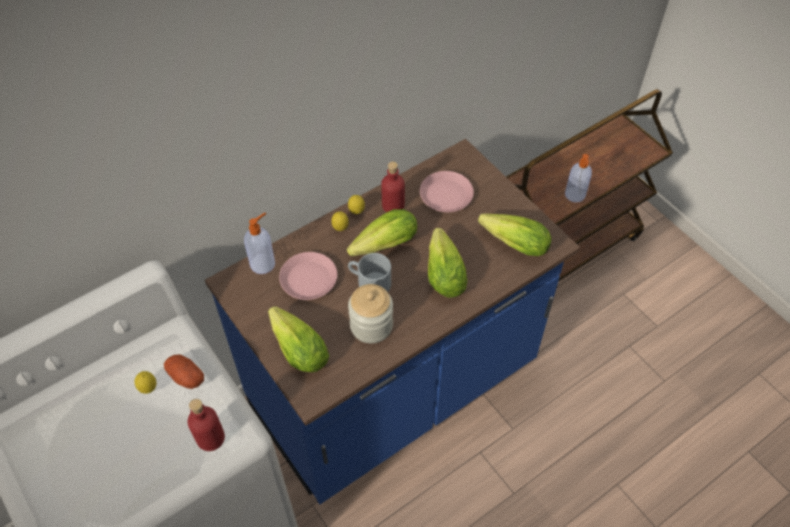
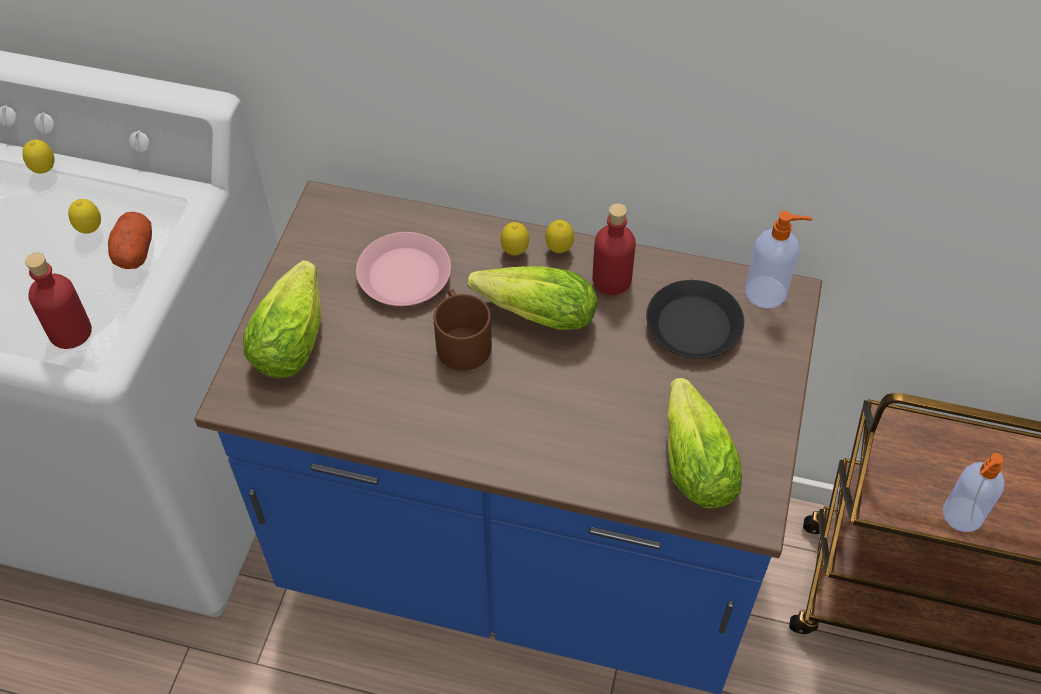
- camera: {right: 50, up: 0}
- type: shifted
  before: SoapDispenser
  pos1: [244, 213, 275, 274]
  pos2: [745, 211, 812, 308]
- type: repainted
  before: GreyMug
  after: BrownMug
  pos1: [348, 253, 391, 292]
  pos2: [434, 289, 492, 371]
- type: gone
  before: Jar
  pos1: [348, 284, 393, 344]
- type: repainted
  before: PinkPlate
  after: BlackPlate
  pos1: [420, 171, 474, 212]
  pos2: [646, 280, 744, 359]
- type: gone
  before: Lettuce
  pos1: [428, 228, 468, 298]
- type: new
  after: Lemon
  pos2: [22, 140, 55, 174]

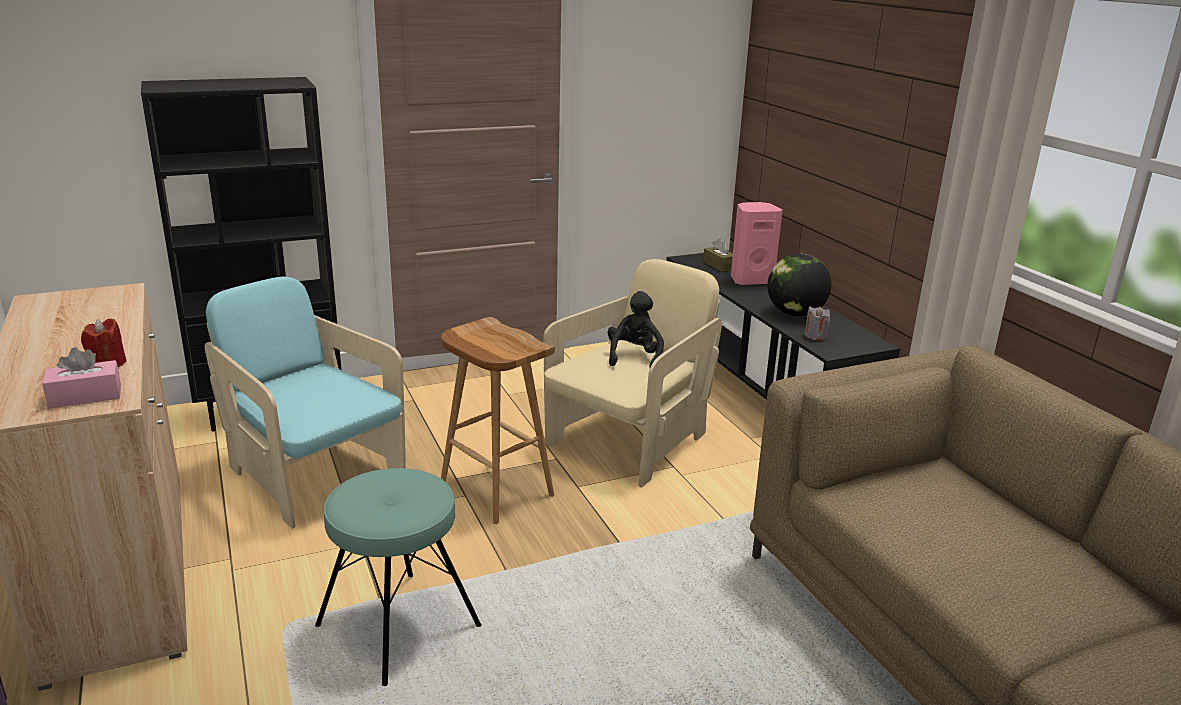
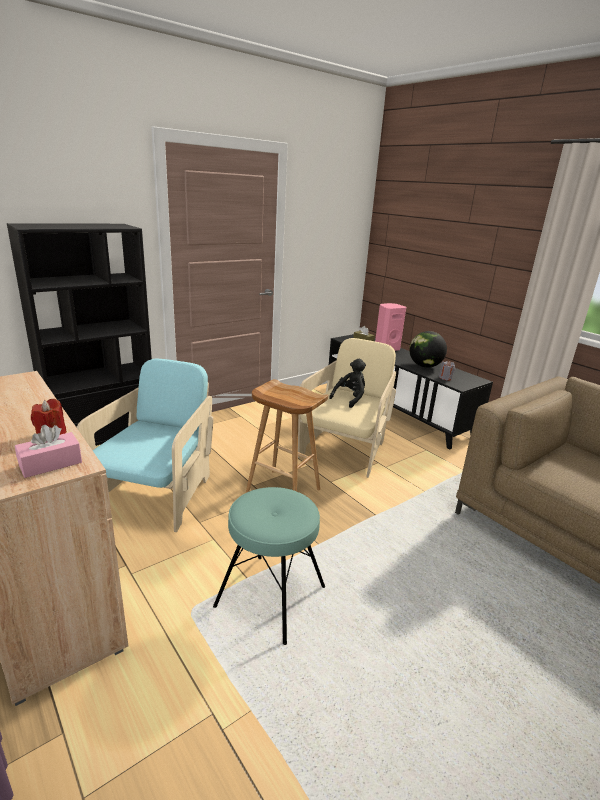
- camera: {right: -15, up: 0}
- type: rotated
  before: TurquoiseArmchair
  pos1: [205, 277, 406, 529]
  pos2: [76, 359, 213, 532]
  turn: 75
- type: rotated
  before: BlackPlushToy
  pos1: [608, 291, 664, 367]
  pos2: [329, 359, 366, 408]
  turn: 45

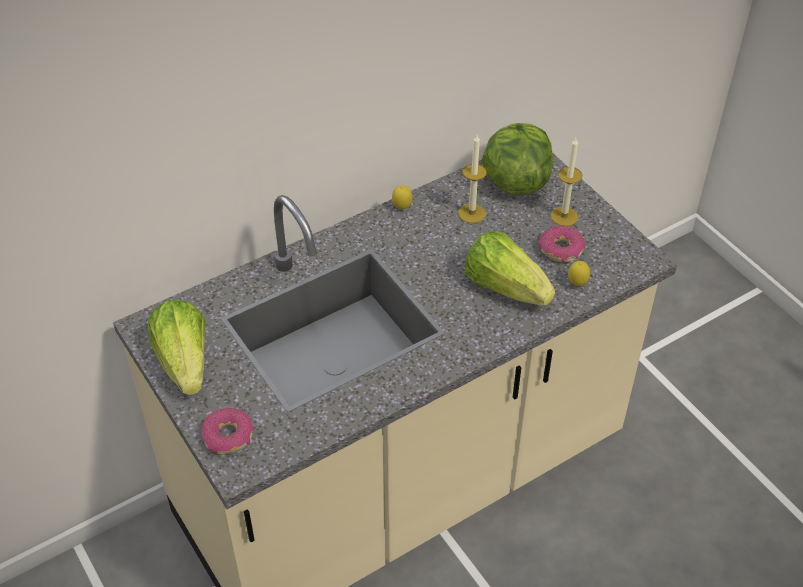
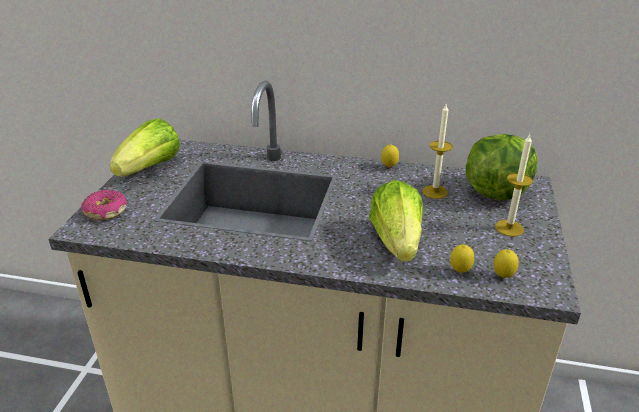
- camera: {right: 45, up: -15}
- type: gone
  before: Donut
  pos1: [539, 225, 586, 262]
- type: new
  after: Lemon
  pos2: [494, 249, 519, 278]

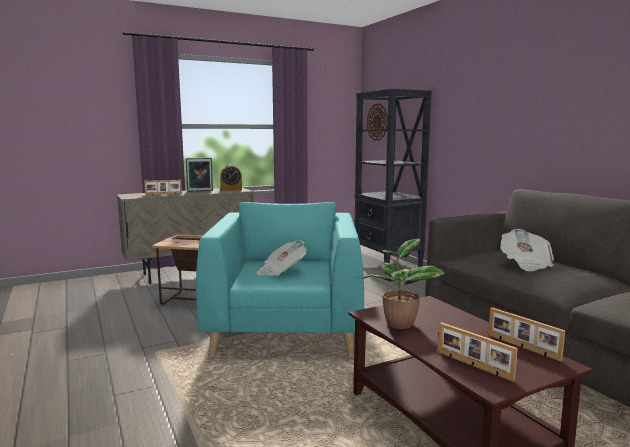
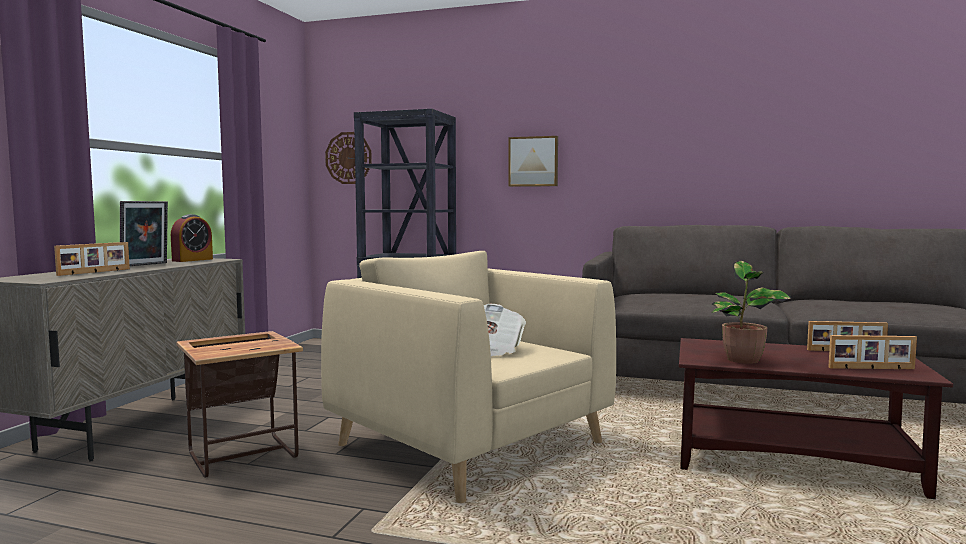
- camera: {right: -45, up: -5}
- type: repainted
  before: TurquoiseArmchair
  after: BeigeArmchair
  pos1: [196, 202, 364, 357]
  pos2: [321, 251, 616, 503]
- type: gone
  before: Newspaper
  pos1: [500, 229, 554, 271]
- type: new
  after: Picture
  pos2: [508, 136, 558, 187]

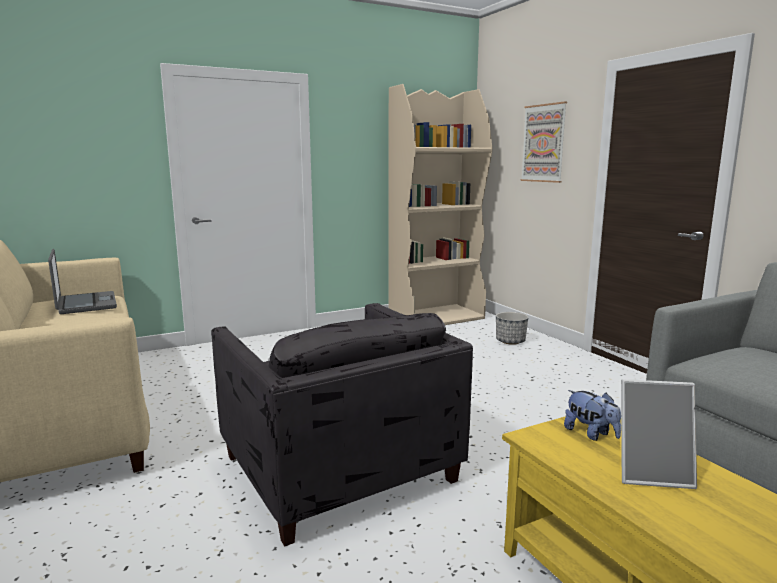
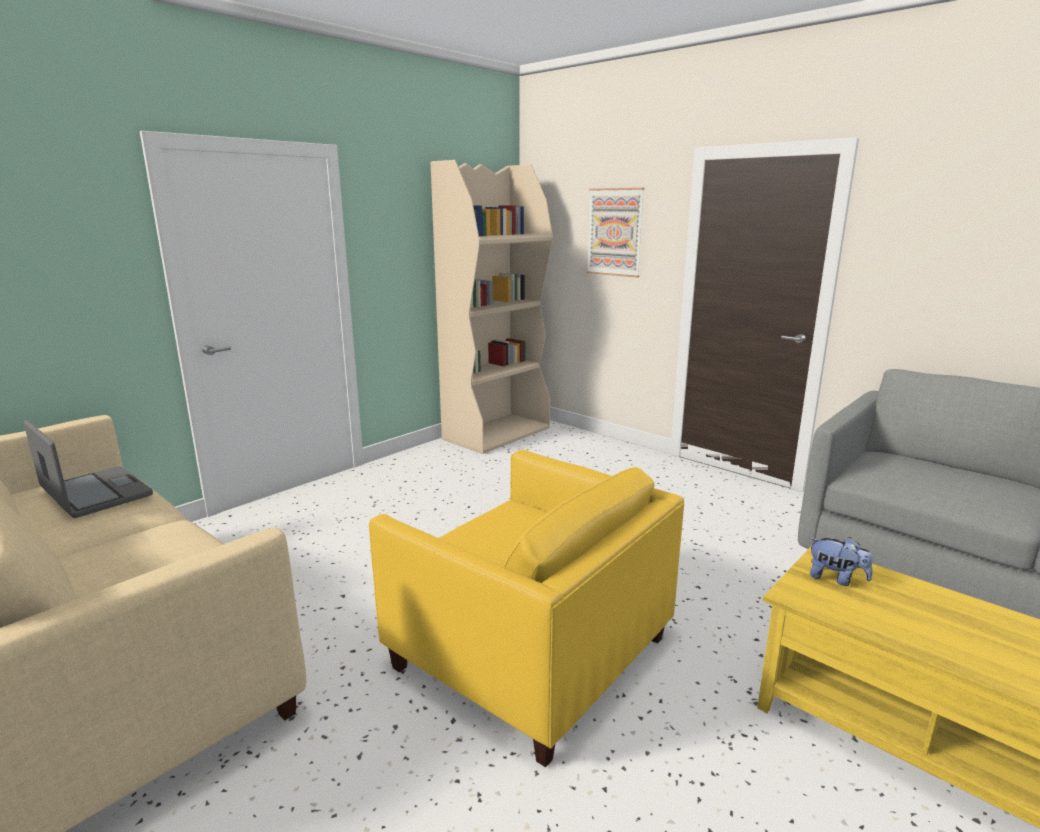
- camera: {right: -20, up: 5}
- type: repainted
  before: GreyArmchair
  after: YellowArmchair
  pos1: [211, 303, 473, 546]
  pos2: [369, 450, 684, 767]
- type: gone
  before: Planter
  pos1: [496, 312, 528, 345]
- type: gone
  before: PictureFrame
  pos1: [621, 379, 697, 489]

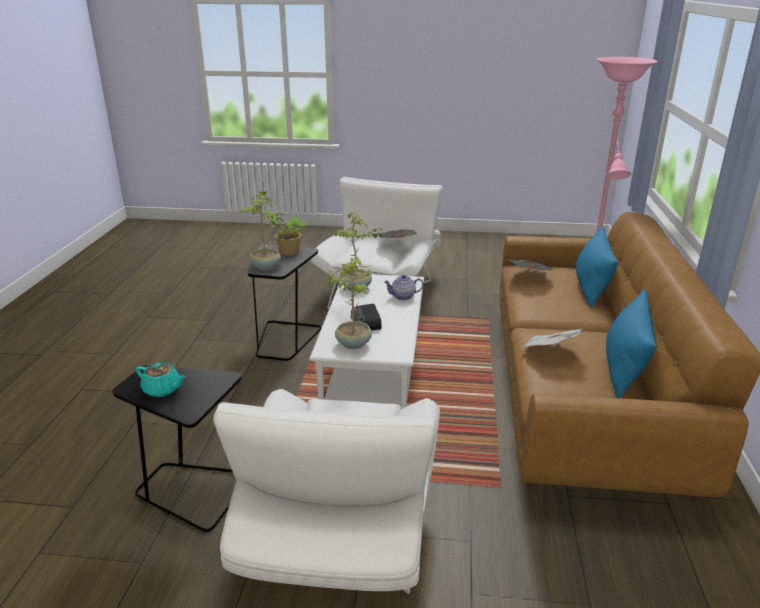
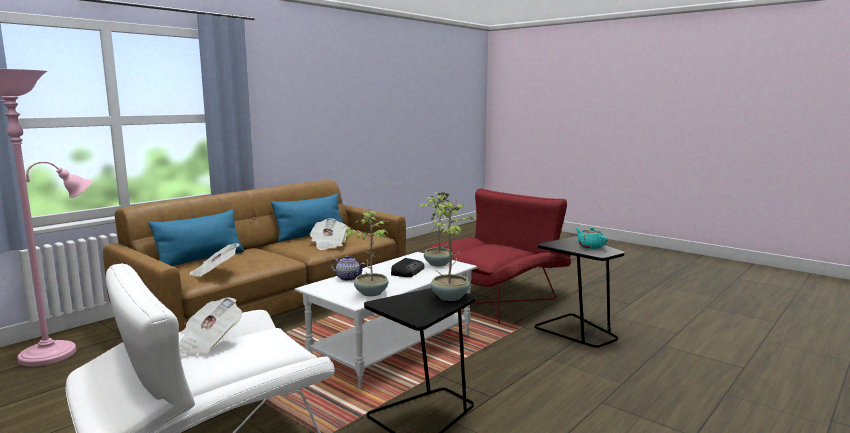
- camera: {right: -145, up: -15}
- type: repainted
  before: WhiteArmchair
  after: RedArmchair
  pos1: [213, 389, 440, 594]
  pos2: [428, 188, 571, 324]
- type: gone
  before: PottedPlant
  pos1: [265, 210, 307, 256]

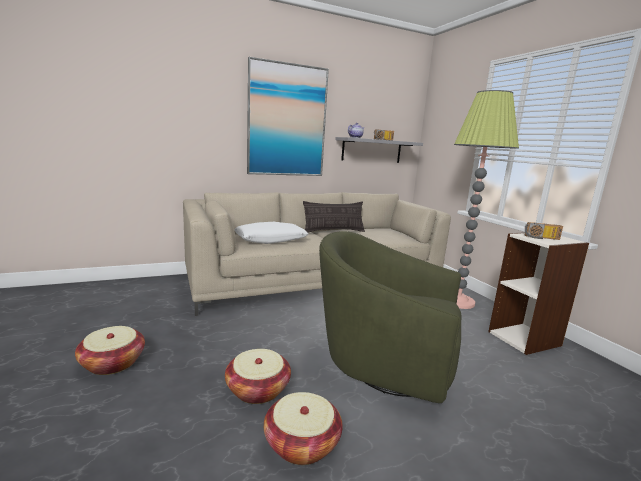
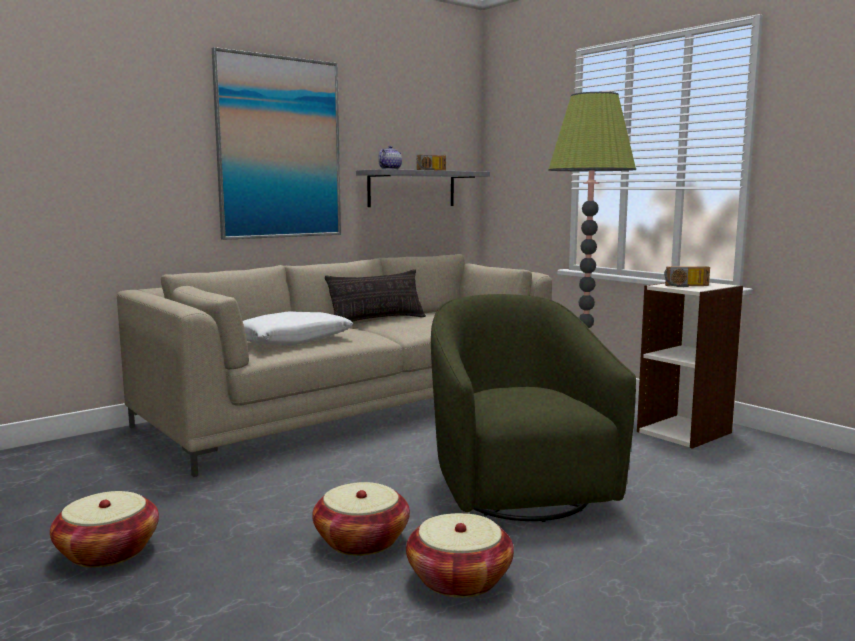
- camera: {right: -15, up: -5}
- type: rotated
  before: GreenArmchair
  pos1: [319, 231, 461, 403]
  pos2: [431, 294, 636, 522]
  turn: 75

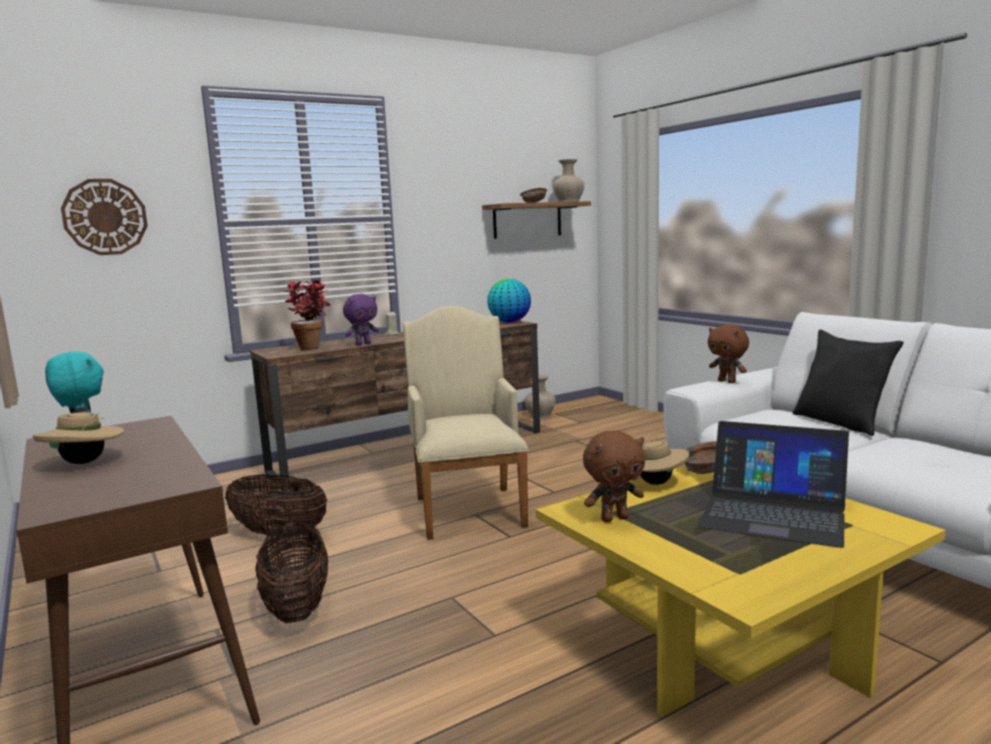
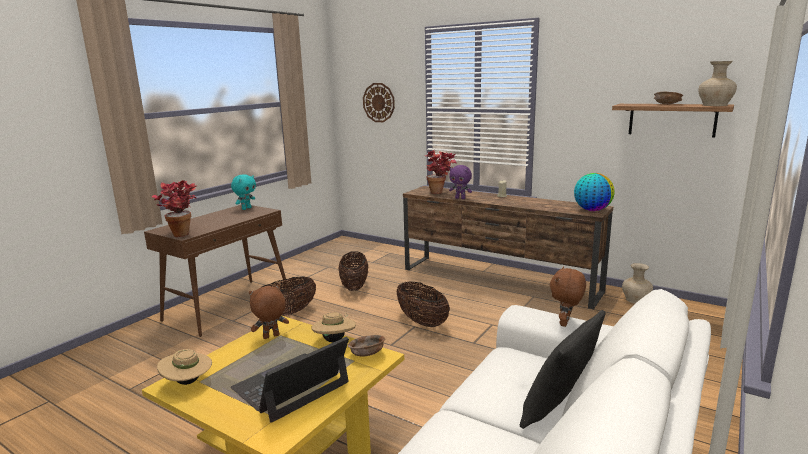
- camera: {right: 65, up: 5}
- type: shifted
  before: BeigeHat
  pos1: [33, 412, 125, 464]
  pos2: [157, 349, 212, 385]
- type: swapped
  before: BeigeArmchair
  after: Basket
  pos1: [403, 306, 529, 540]
  pos2: [396, 281, 450, 327]
- type: rotated
  before: BrownPlushToy
  pos1: [583, 430, 645, 522]
  pos2: [249, 285, 289, 339]
  turn: 105
- type: rotated
  before: Laptop
  pos1: [698, 421, 849, 548]
  pos2: [231, 337, 349, 423]
  turn: 45
- type: new
  after: PottedPlant
  pos2: [152, 180, 197, 237]

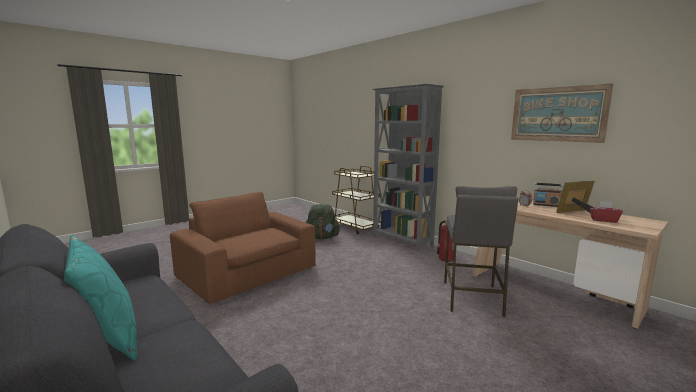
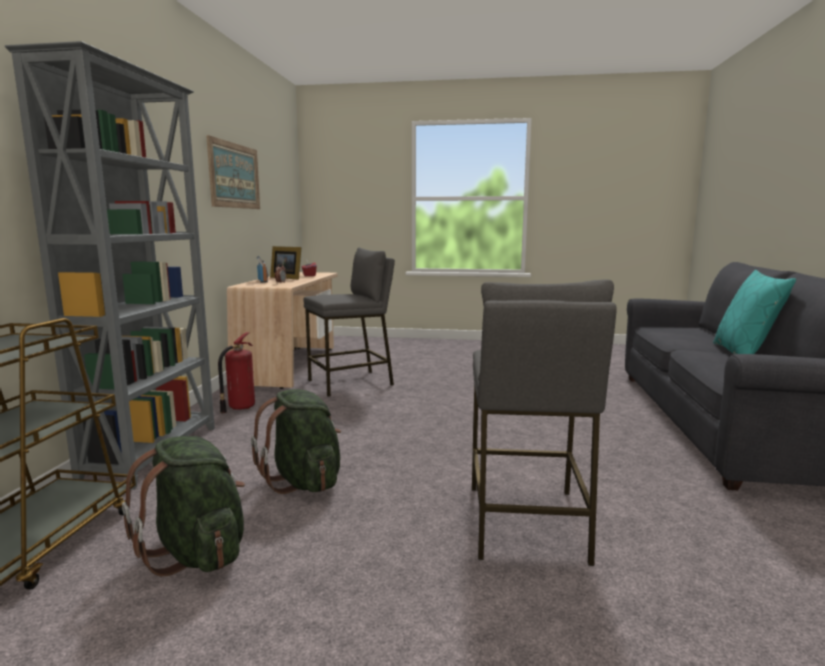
- camera: {right: -130, up: 0}
- type: swapped
  before: BrownArmchair
  after: GreyStool
  pos1: [170, 192, 316, 304]
  pos2: [472, 279, 617, 566]
- type: new
  after: GreenBackpack
  pos2: [251, 389, 341, 494]

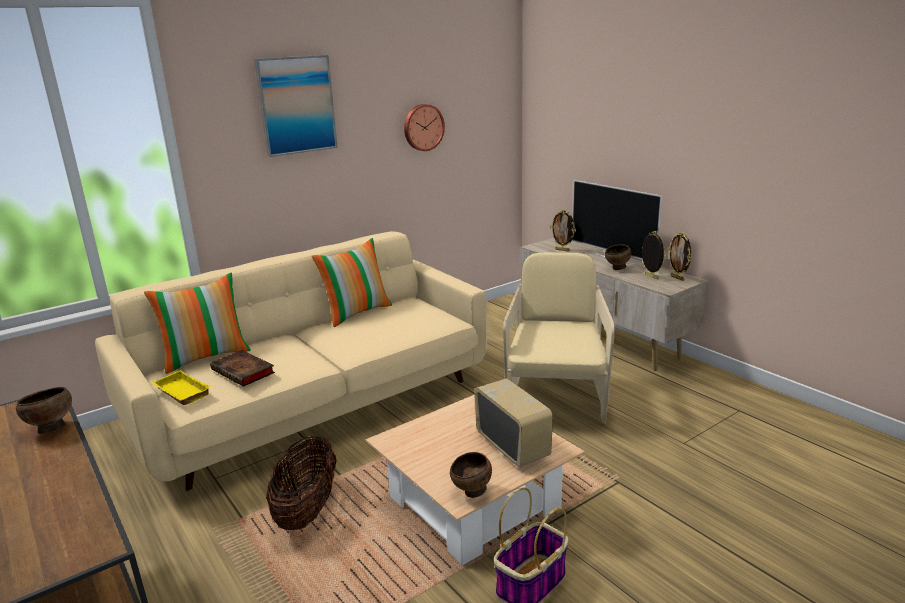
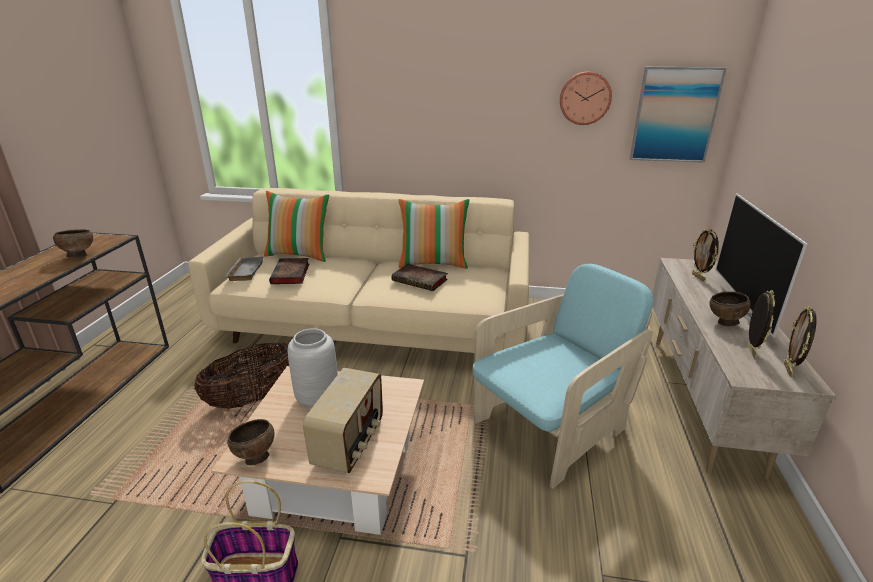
- camera: {right: 45, up: 5}
- type: repainted
  before: YellowTray
  after: GreyTray
  pos1: [151, 370, 211, 405]
  pos2: [225, 257, 263, 281]
- type: shifted
  before: Picture
  pos1: [254, 55, 338, 157]
  pos2: [630, 67, 727, 163]
- type: repainted
  before: BeigeArmchair
  after: TurquoiseArmchair
  pos1: [503, 253, 615, 424]
  pos2: [473, 264, 653, 489]
- type: new
  after: GreyVase
  pos2: [288, 328, 338, 409]
- type: new
  after: Book
  pos2: [392, 264, 448, 291]

